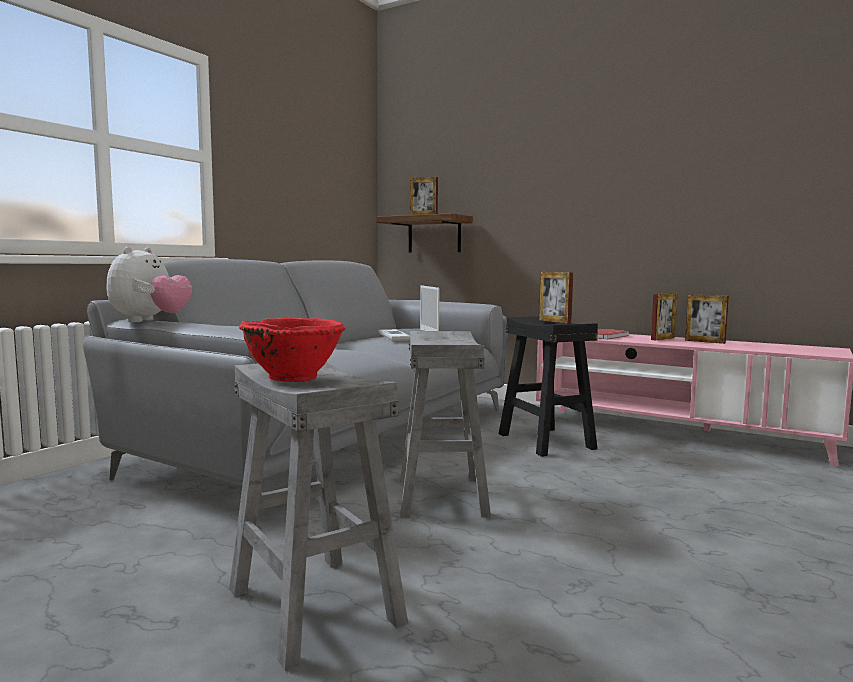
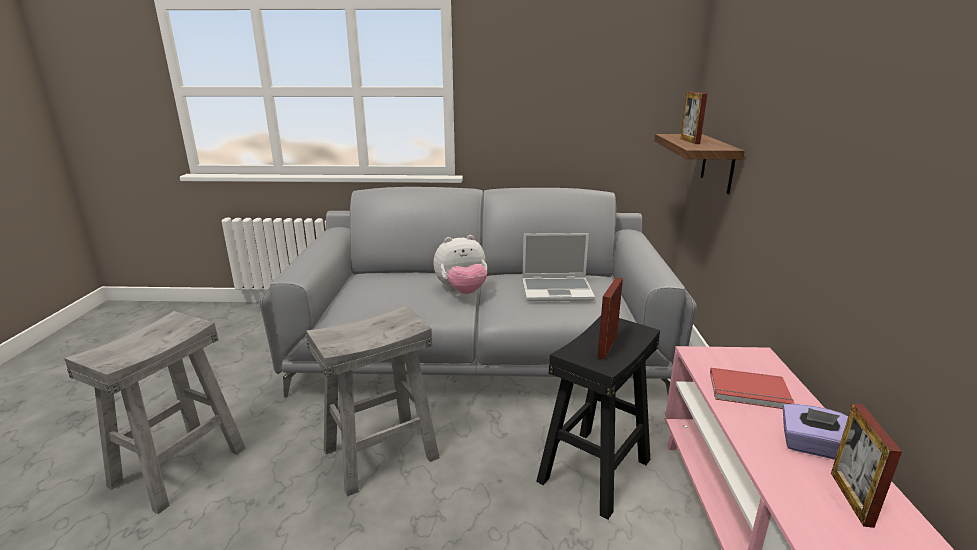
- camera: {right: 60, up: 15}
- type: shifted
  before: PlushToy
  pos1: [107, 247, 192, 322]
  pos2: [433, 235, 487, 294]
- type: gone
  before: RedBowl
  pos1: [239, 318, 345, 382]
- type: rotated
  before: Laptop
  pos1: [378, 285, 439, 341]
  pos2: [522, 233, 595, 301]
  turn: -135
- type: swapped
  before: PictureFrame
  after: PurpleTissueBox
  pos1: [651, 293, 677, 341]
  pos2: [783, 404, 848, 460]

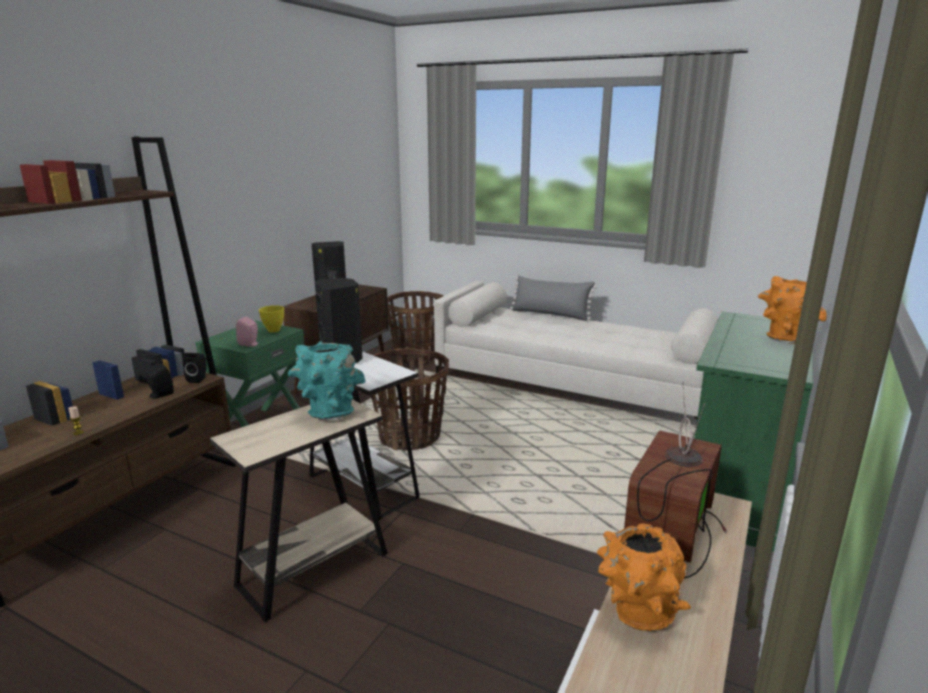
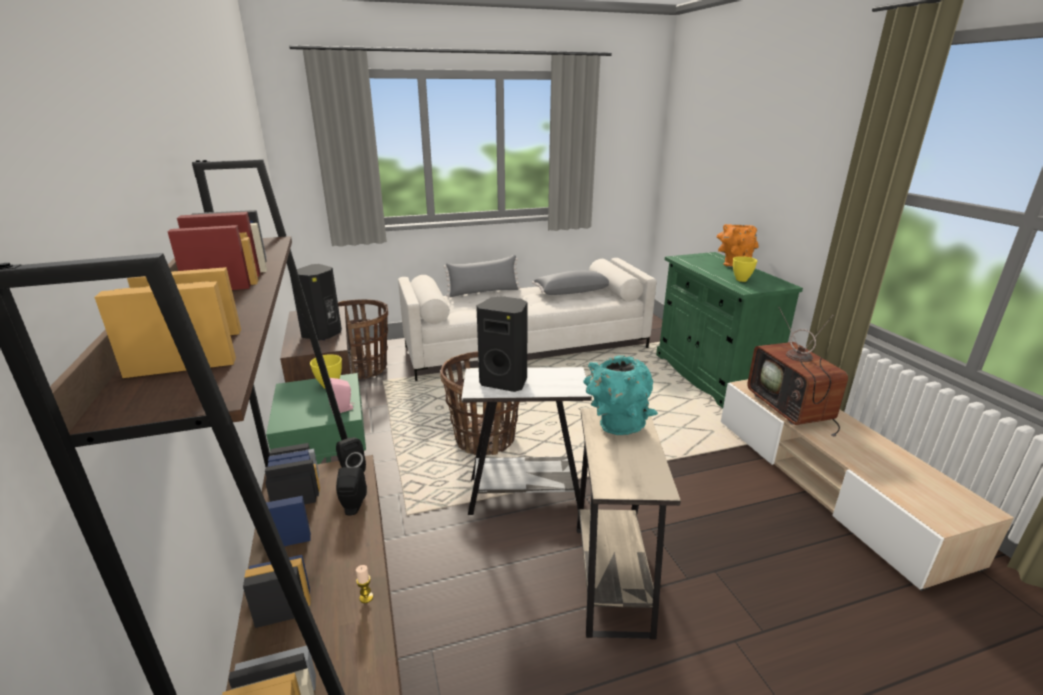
- camera: {right: -45, up: 5}
- type: gone
  before: OrangeVase
  pos1: [597, 523, 691, 631]
- type: new
  after: GreyPillow
  pos2: [532, 271, 609, 295]
- type: new
  after: YellowBowl
  pos2: [733, 256, 757, 282]

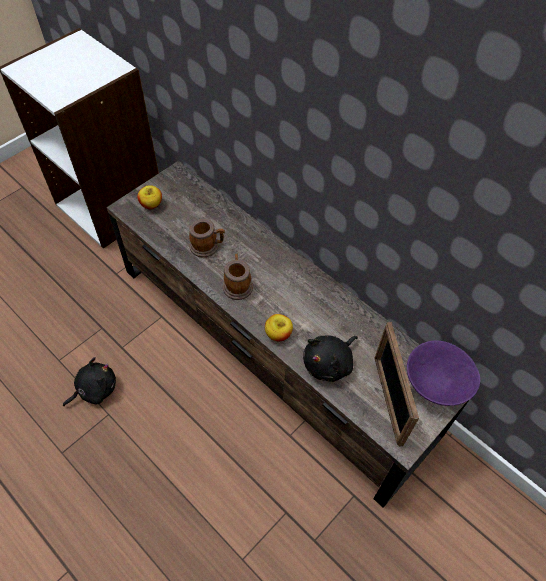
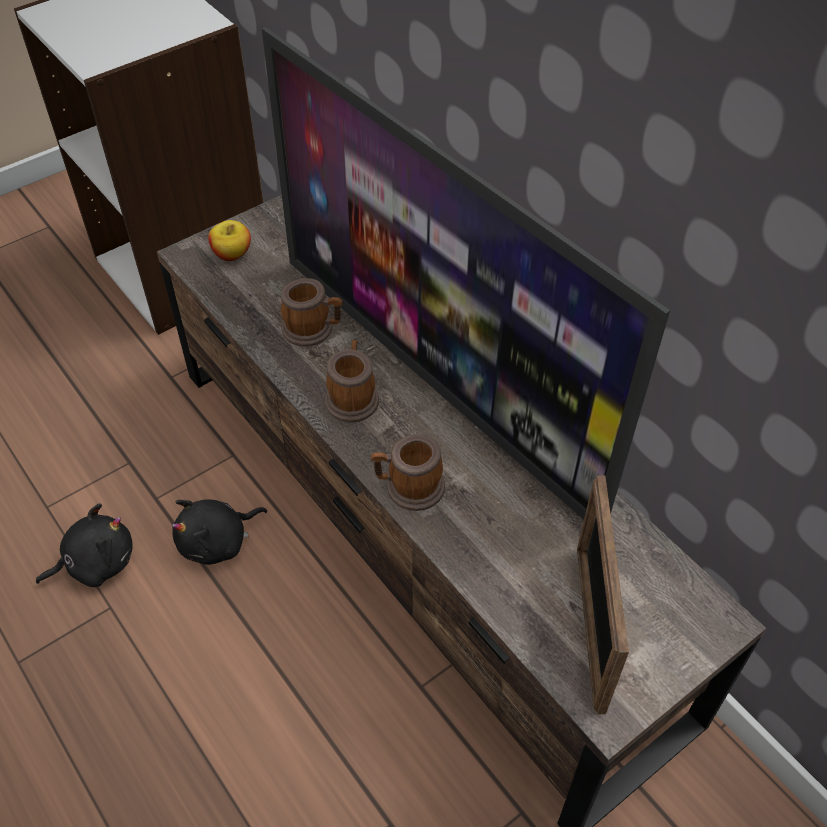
- camera: {right: 10, up: -5}
- type: swapped
  before: Apple
  after: Mug
  pos1: [265, 314, 293, 341]
  pos2: [371, 434, 445, 511]
- type: shifted
  before: BlackPlushToy
  pos1: [303, 336, 358, 382]
  pos2: [172, 499, 267, 565]
- type: gone
  before: PurpleBowl
  pos1: [407, 341, 480, 406]
- type: new
  after: Television
  pos2: [262, 27, 670, 520]

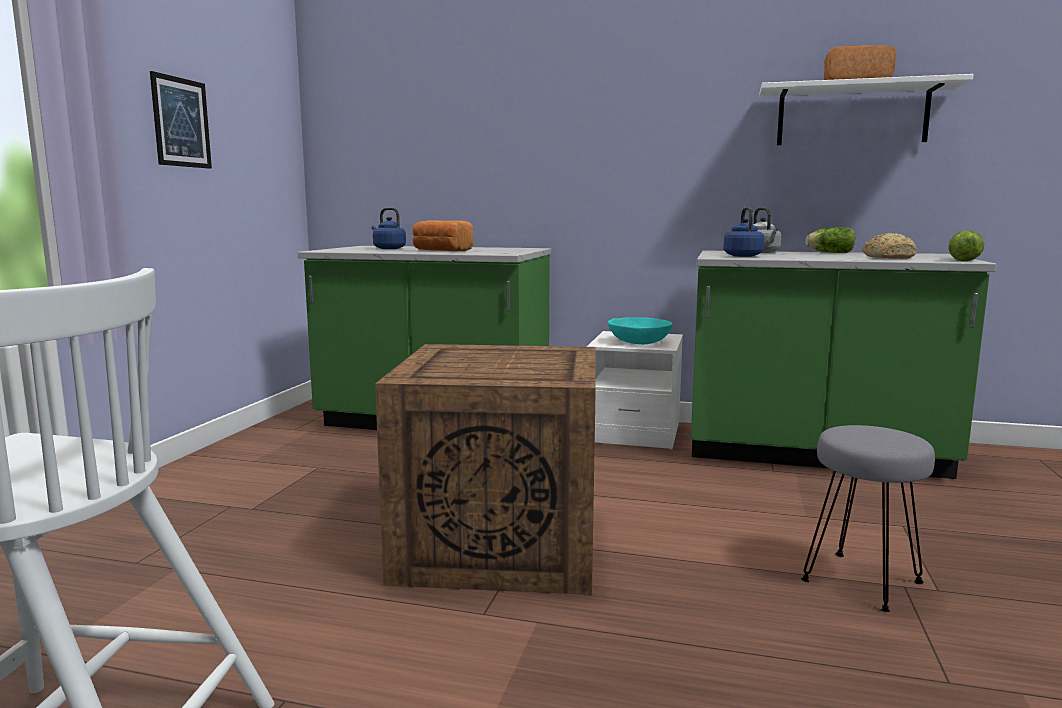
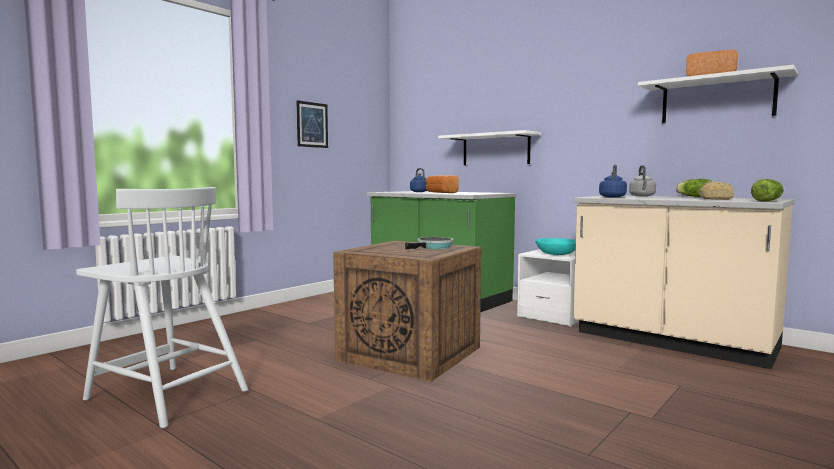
- camera: {right: 25, up: -5}
- type: repainted
  before: GreenCounter
  after: BeigeCounter
  pos1: [691, 250, 996, 479]
  pos2: [573, 195, 795, 369]
- type: gone
  before: GreyStool
  pos1: [801, 425, 935, 612]
- type: new
  after: FryingPan
  pos2: [405, 237, 453, 249]
- type: new
  after: WhiteShelf
  pos2: [438, 130, 541, 165]

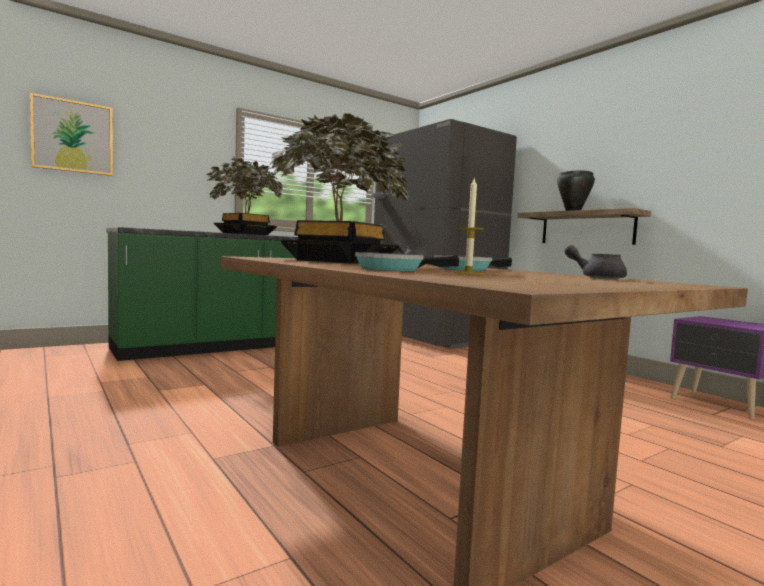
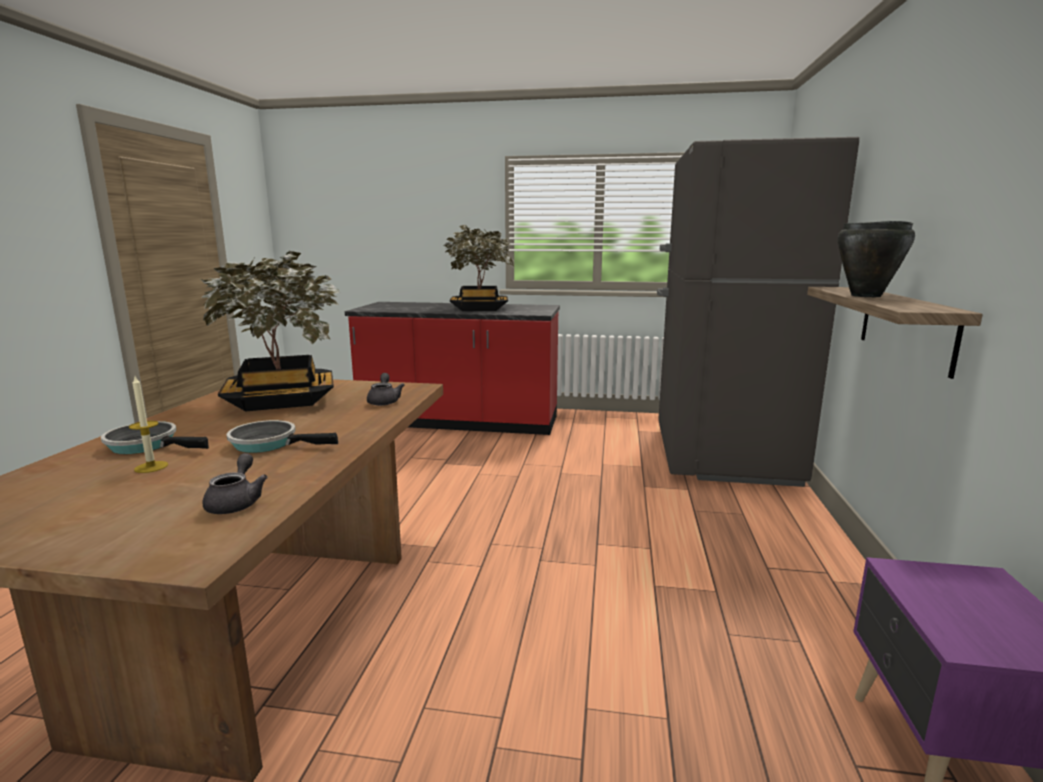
- camera: {right: 45, up: 10}
- type: gone
  before: Picture
  pos1: [30, 93, 113, 176]
- type: repainted
  before: GreenCounter
  after: RedCounter
  pos1: [106, 227, 298, 361]
  pos2: [345, 302, 560, 435]

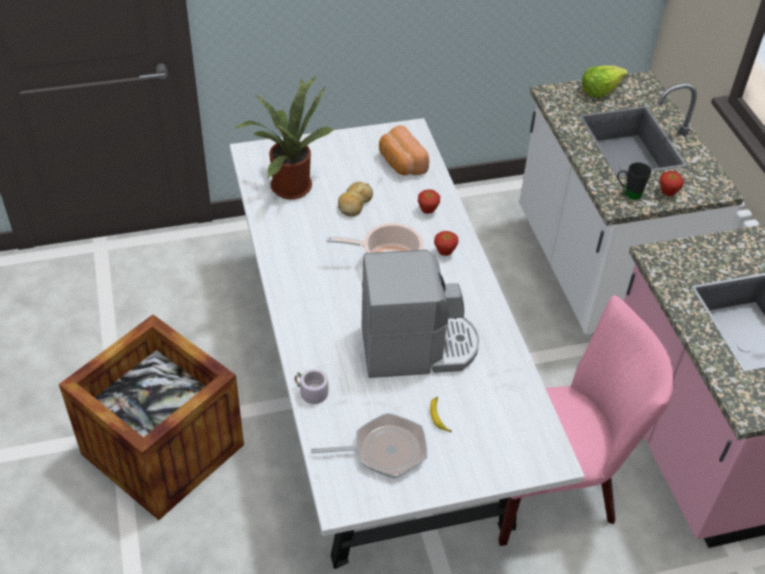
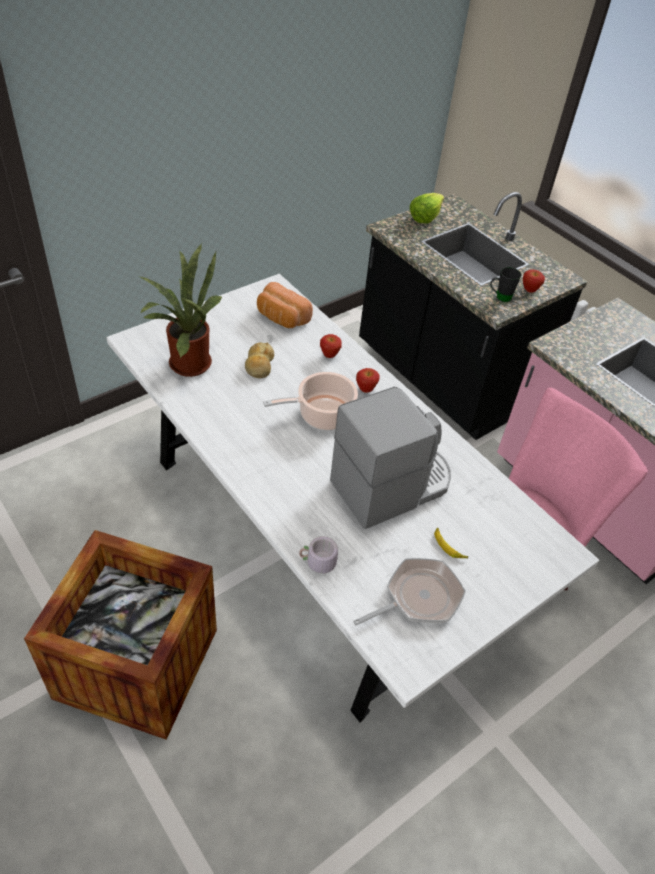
- camera: {right: -25, up: 0}
- type: repainted
  before: WhiteCounter
  after: BlackCounter
  pos1: [519, 71, 744, 335]
  pos2: [359, 192, 587, 440]

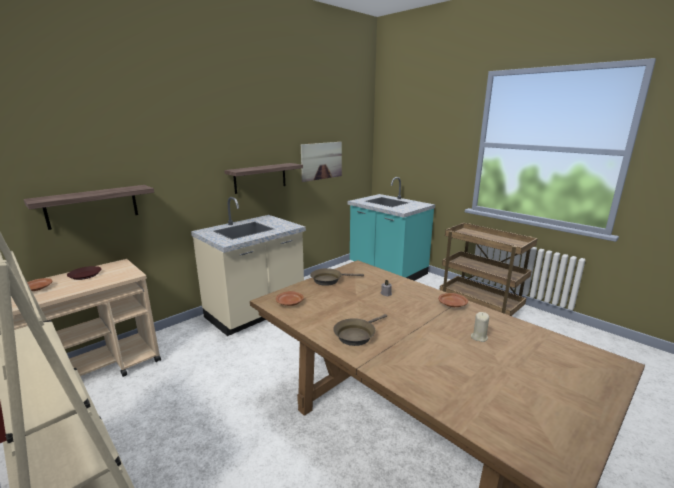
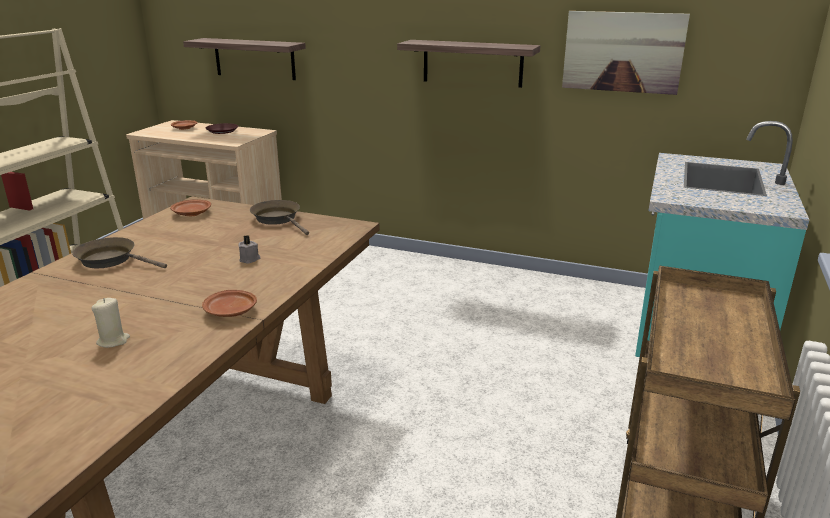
- camera: {right: 65, up: 5}
- type: gone
  before: BeigeCounter
  pos1: [191, 197, 306, 336]

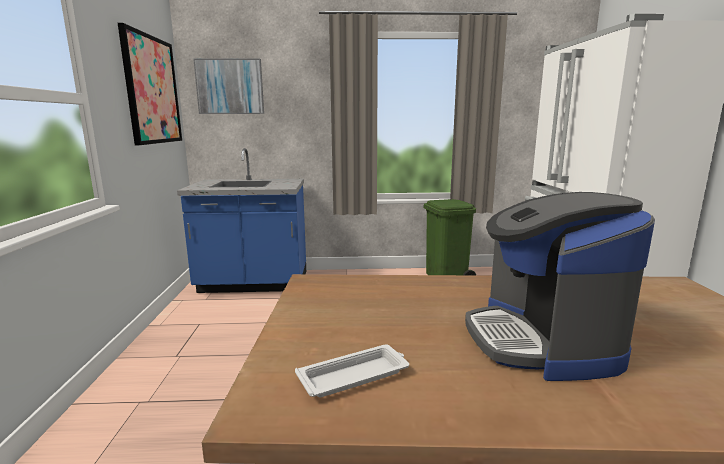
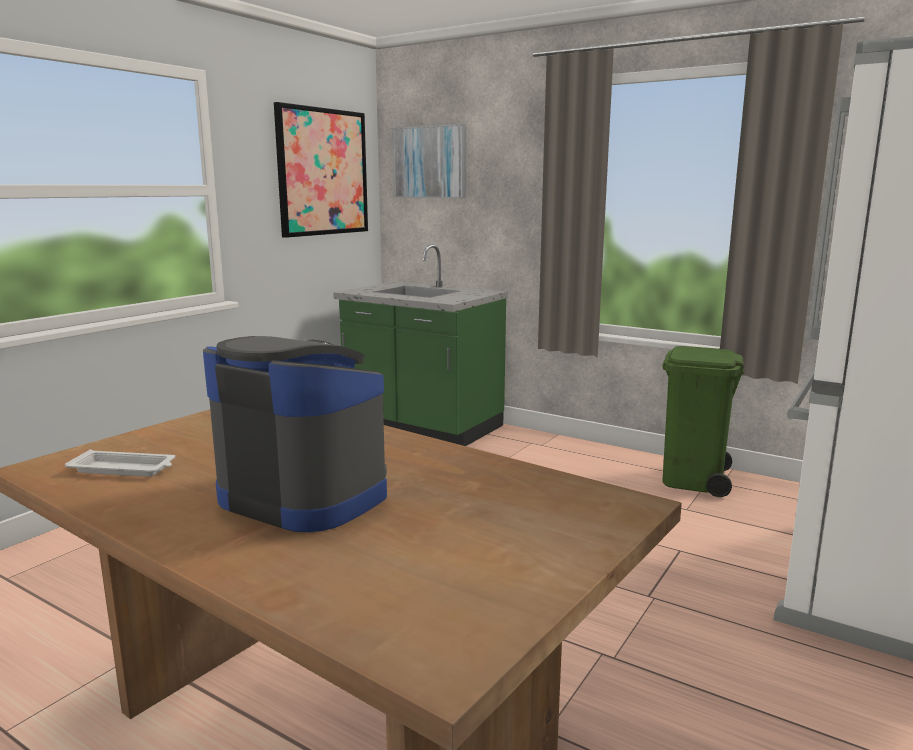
- camera: {right: 35, up: 0}
- type: repainted
  before: BlueCounter
  after: GreenCounter
  pos1: [177, 148, 306, 293]
  pos2: [333, 244, 508, 446]
- type: rotated
  before: CoffeeMachine
  pos1: [465, 192, 655, 381]
  pos2: [203, 336, 387, 532]
  turn: 90

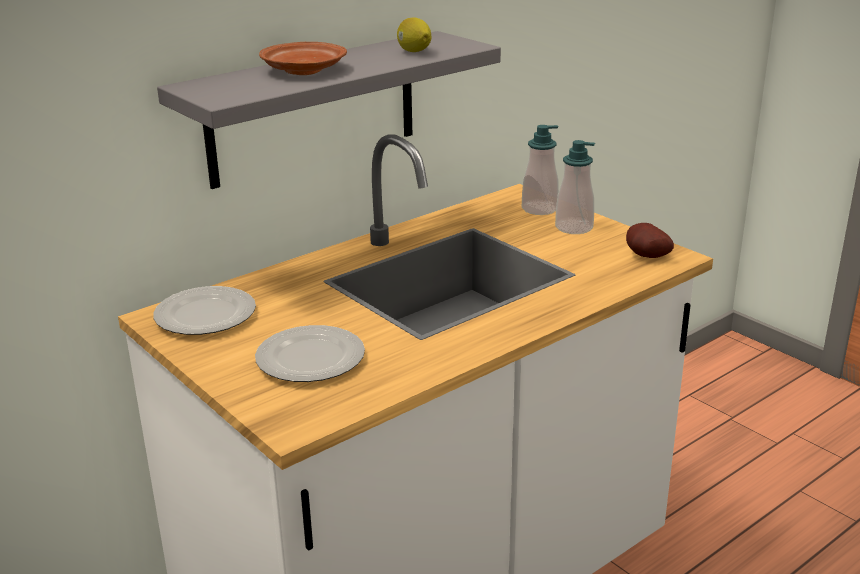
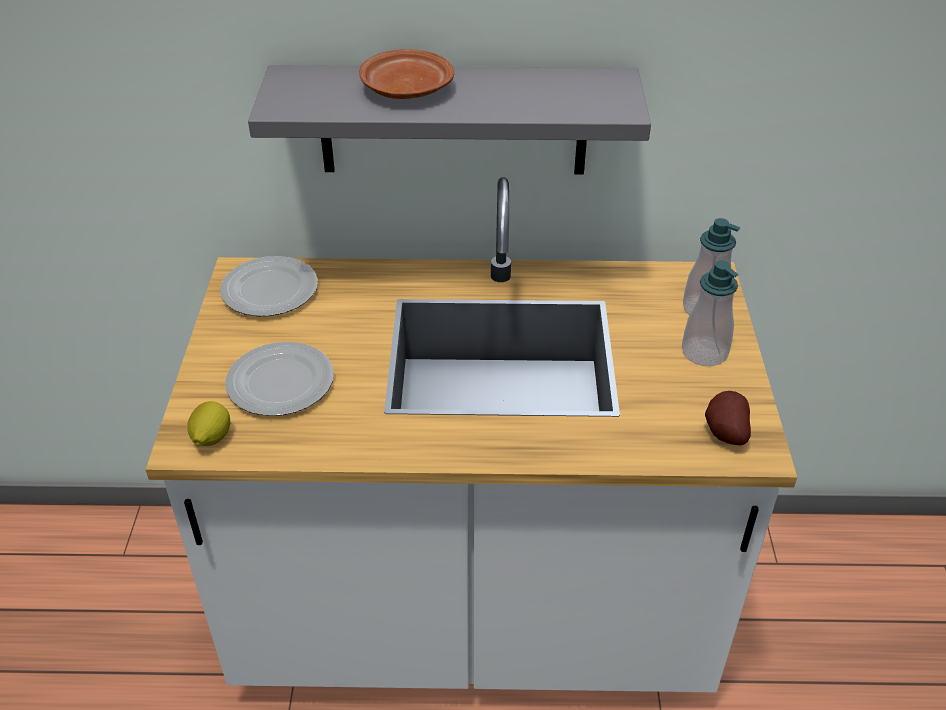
- camera: {right: 40, up: 15}
- type: shifted
  before: Lemon
  pos1: [397, 17, 431, 52]
  pos2: [187, 401, 230, 446]

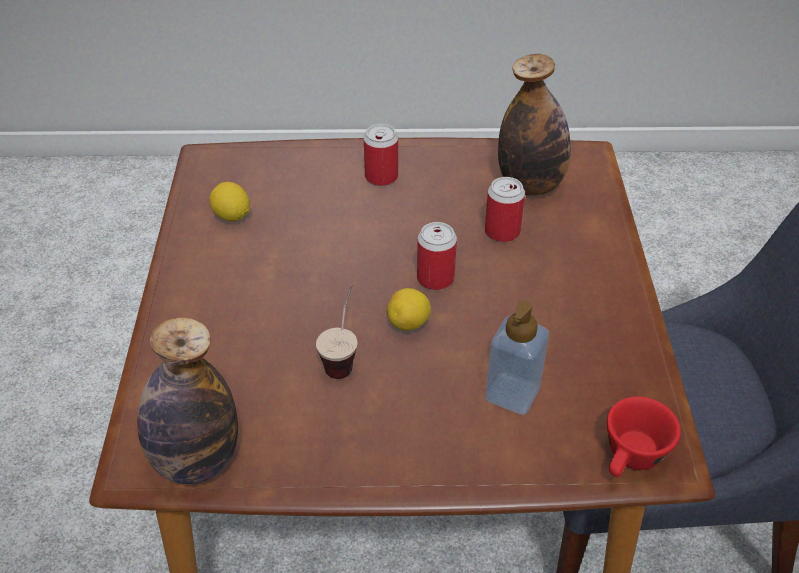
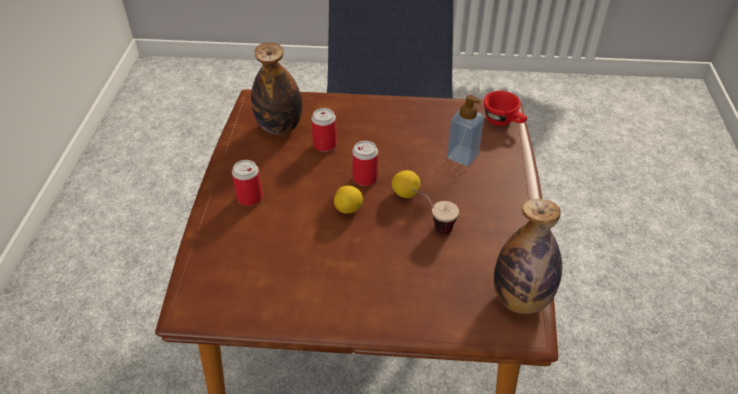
- camera: {right: -85, up: 0}
- type: shifted
  before: Lemon
  pos1: [209, 182, 250, 221]
  pos2: [334, 185, 363, 214]

